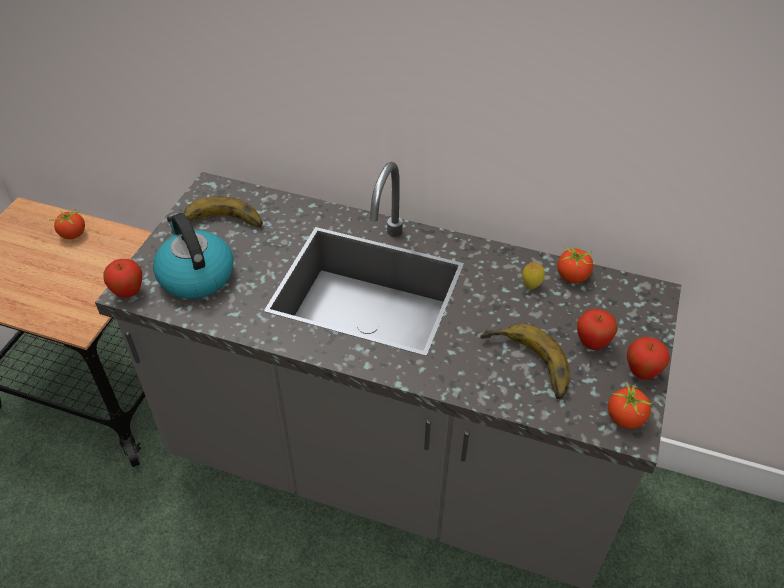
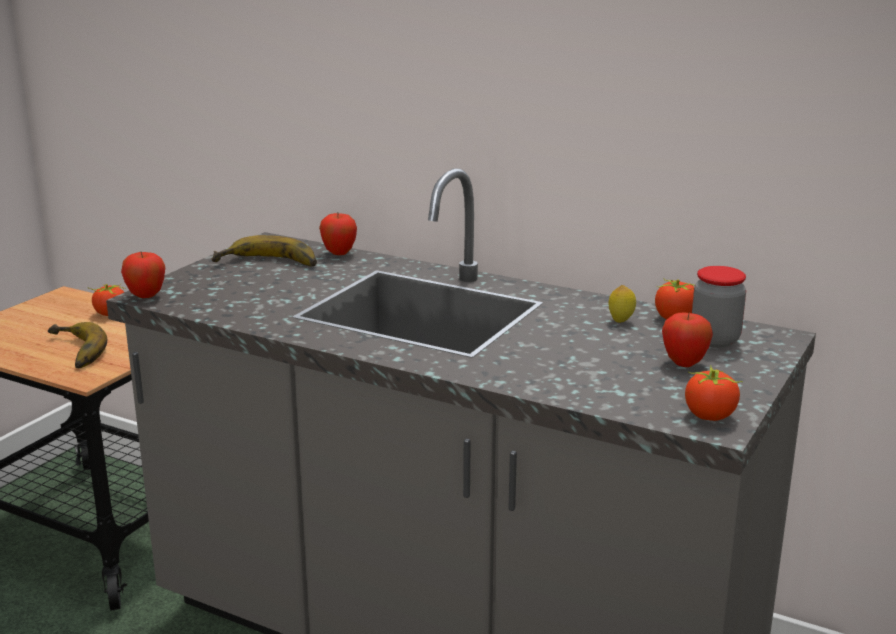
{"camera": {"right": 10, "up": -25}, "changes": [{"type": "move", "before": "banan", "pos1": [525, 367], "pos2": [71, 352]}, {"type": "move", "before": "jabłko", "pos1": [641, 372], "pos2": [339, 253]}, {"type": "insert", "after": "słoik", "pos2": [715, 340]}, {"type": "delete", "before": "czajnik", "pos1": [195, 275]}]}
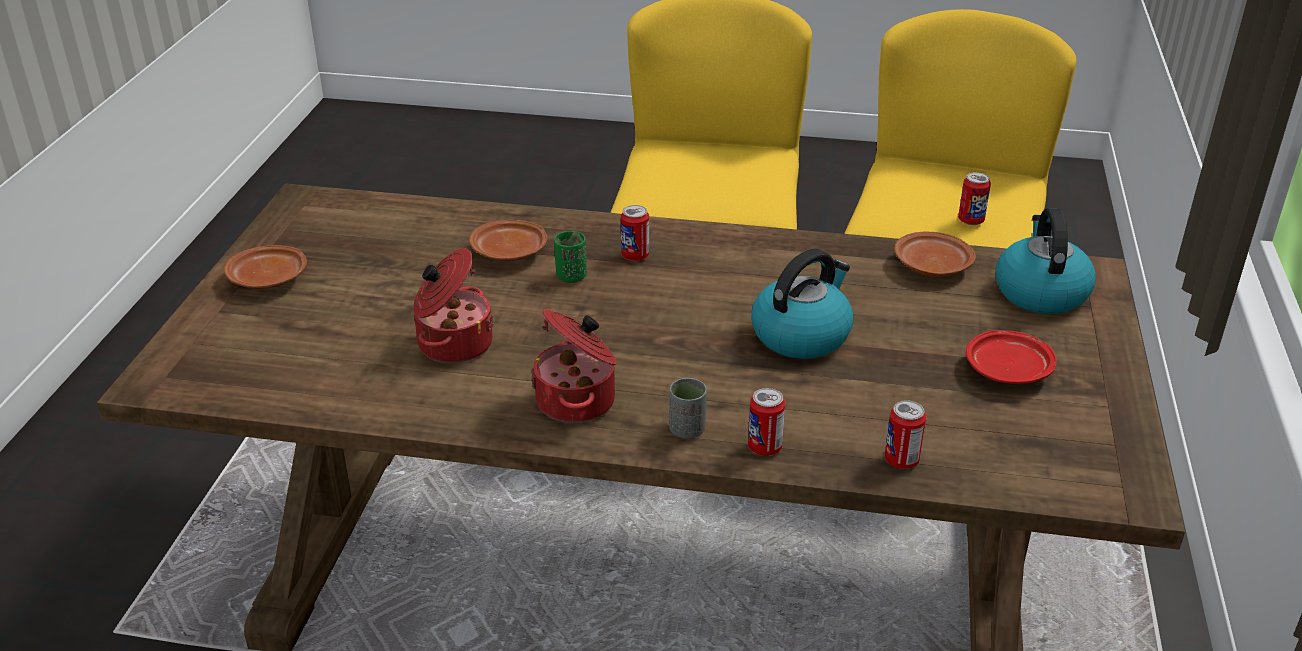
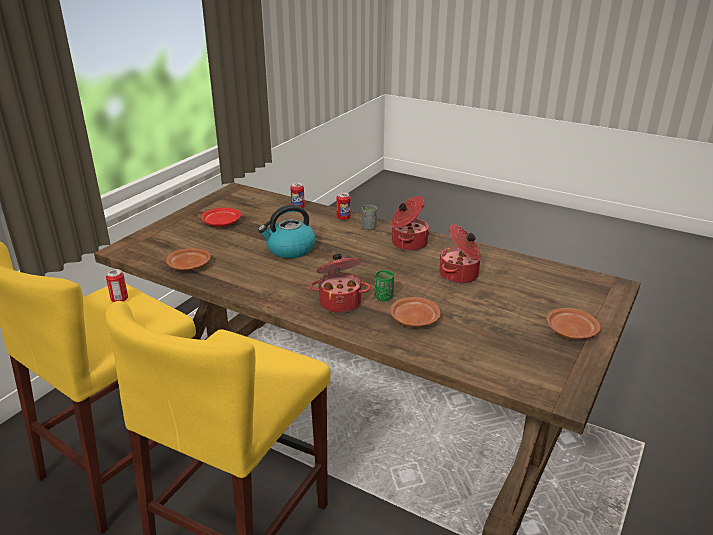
{"camera": {"right": -160, "up": -5}, "changes": [{"type": "replace", "before": "puszka", "after": "garnek", "pos1": [635, 256], "pos2": [340, 302]}, {"type": "delete", "before": "czajnik", "pos1": [1040, 292]}]}
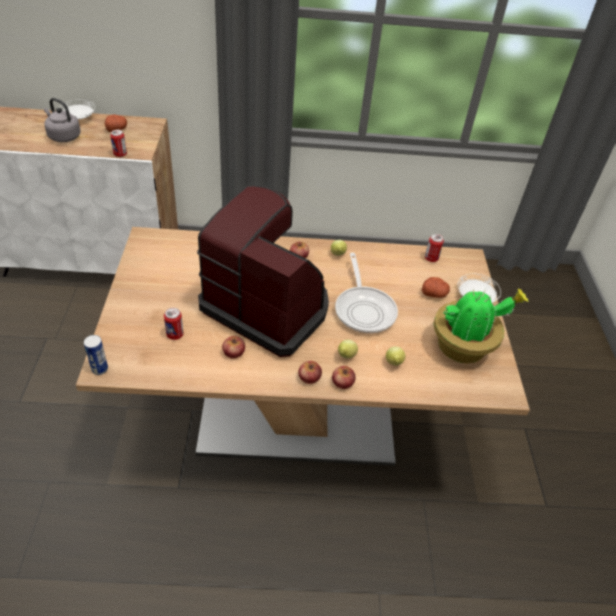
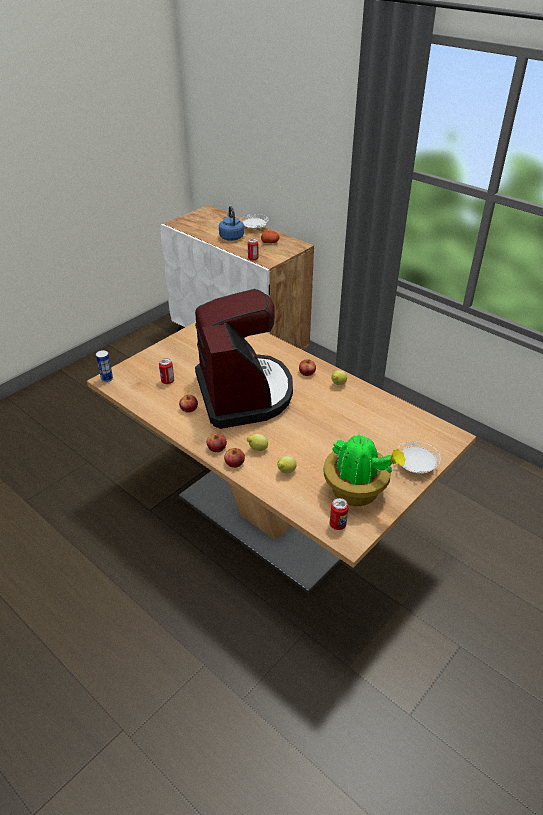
{"camera": {"right": 45, "up": -5}, "changes": [{"type": "recolor", "before": "czajnik/szary", "after": "czajnik/niebieski", "pos1": [63, 136], "pos2": [231, 237]}, {"type": "move", "before": "puszka", "pos1": [431, 258], "pos2": [337, 524]}, {"type": "delete", "before": "patelnia", "pos1": [364, 309]}, {"type": "delete", "before": "ziemniak", "pos1": [434, 294]}]}
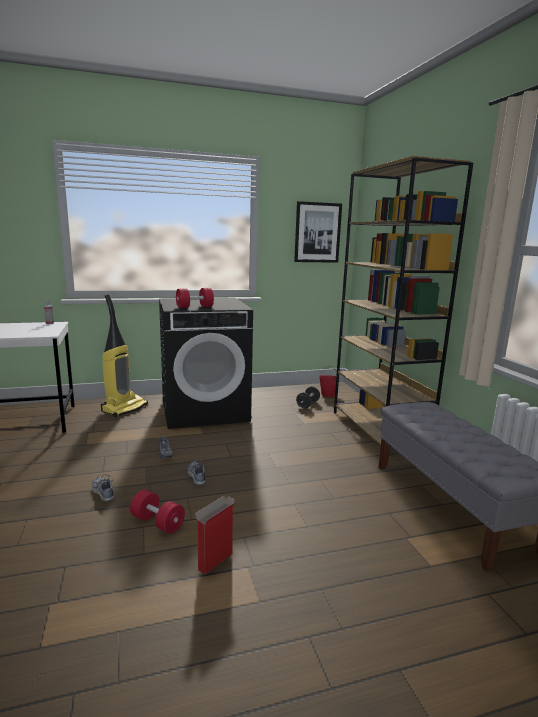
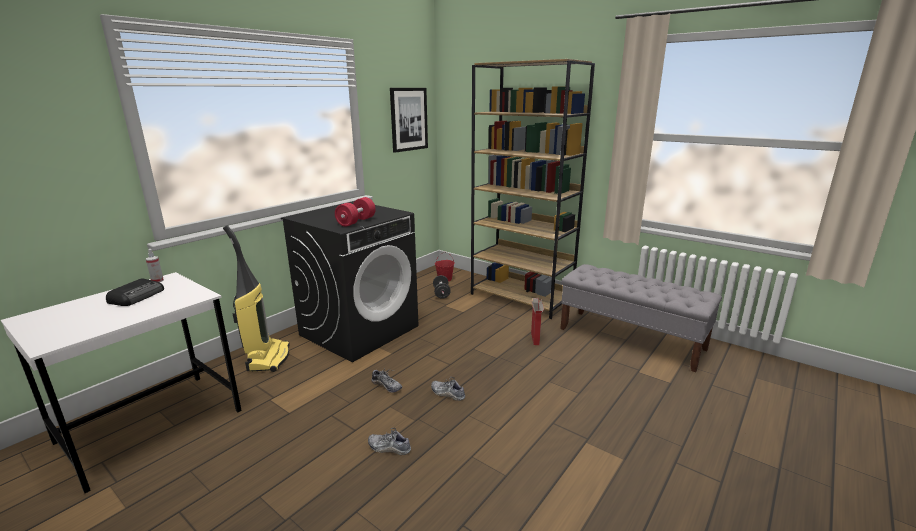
{"camera": {"right": -35, "up": 5}, "changes": [{"type": "insert", "after": "radio", "pos2": [138, 296]}, {"type": "move", "before": "karton", "pos1": [215, 562], "pos2": [535, 339]}, {"type": "delete", "before": "hantel/czerwony", "pos1": [157, 522]}]}
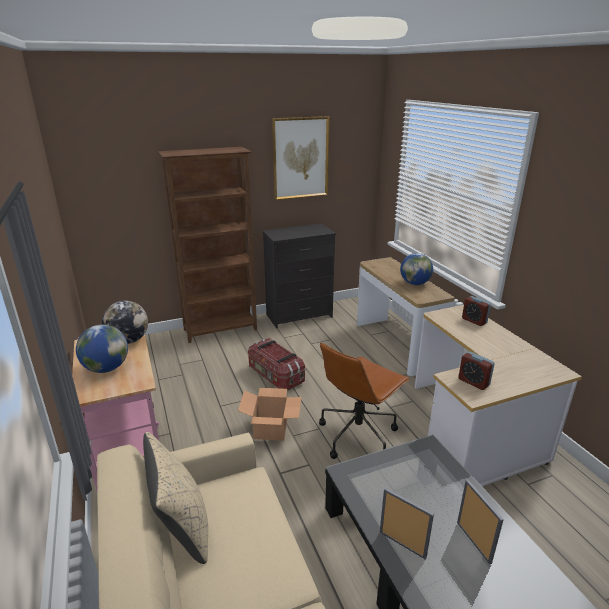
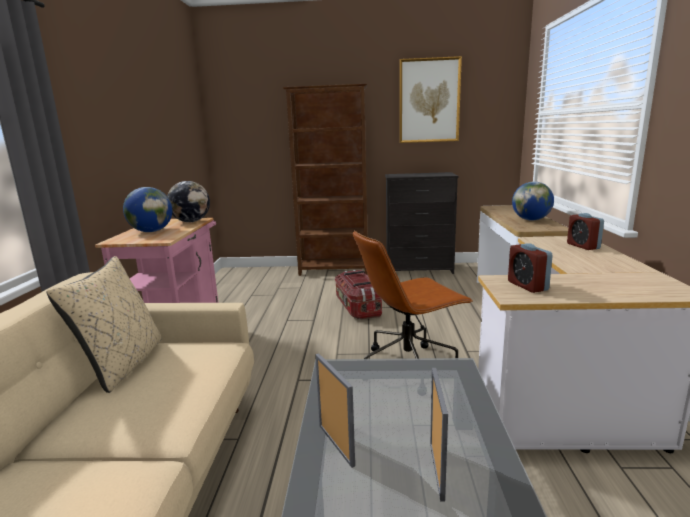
{"camera": {"right": 25, "up": -10}, "changes": [{"type": "delete", "before": "karton", "pos1": [270, 428]}]}
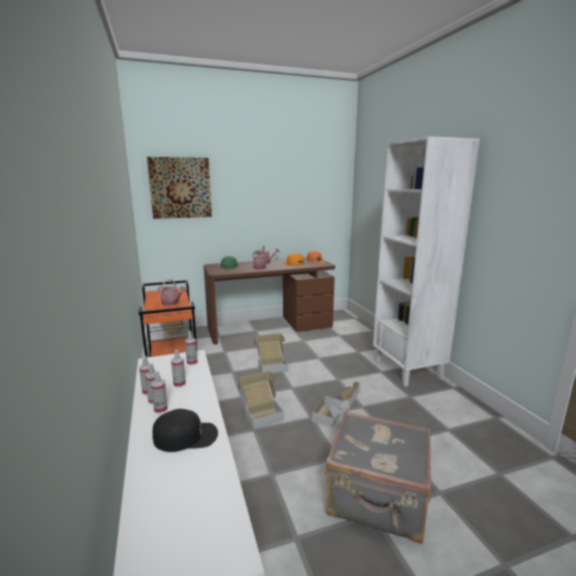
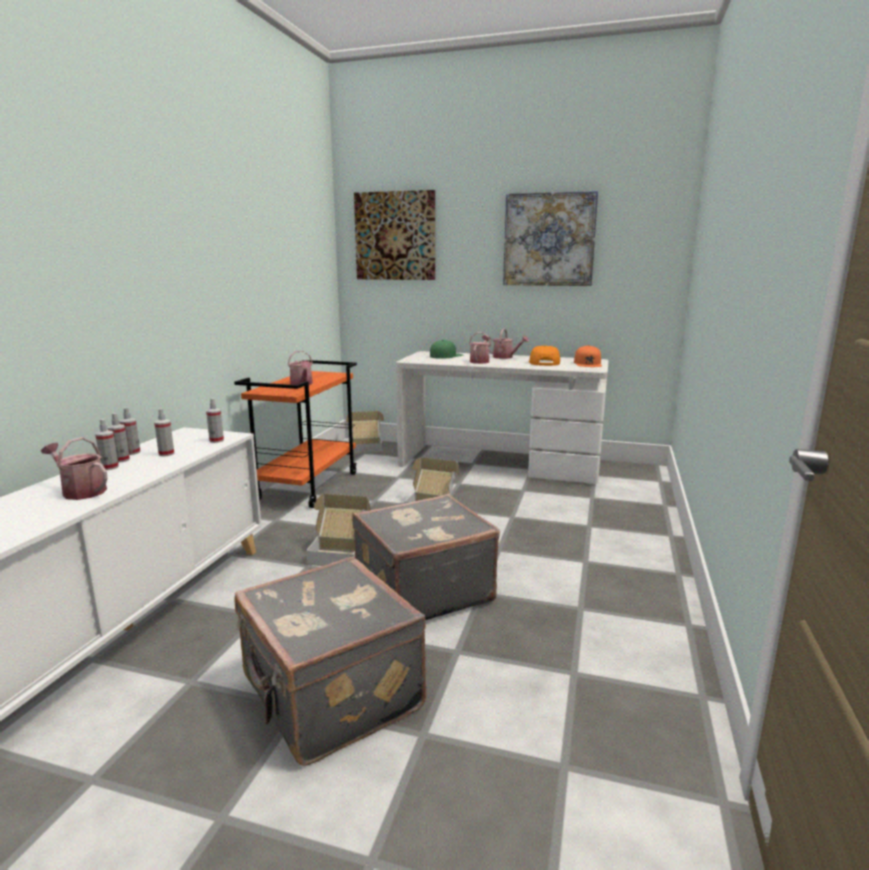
{"camera": {"right": 35, "up": 0}, "changes": [{"type": "replace", "before": "czapka z daszkiem/czarny", "after": "konewka", "pos1": [186, 436], "pos2": [80, 491]}, {"type": "replace", "before": "karton", "after": "walizka/szary", "pos1": [336, 418], "pos2": [421, 591]}, {"type": "recolor", "before": "biurko/brązowy", "after": "biurko/biały", "pos1": [269, 327], "pos2": [499, 463]}, {"type": "insert", "after": "obraz", "pos2": [549, 239]}, {"type": "delete", "before": "regał/biały", "pos1": [408, 369]}]}
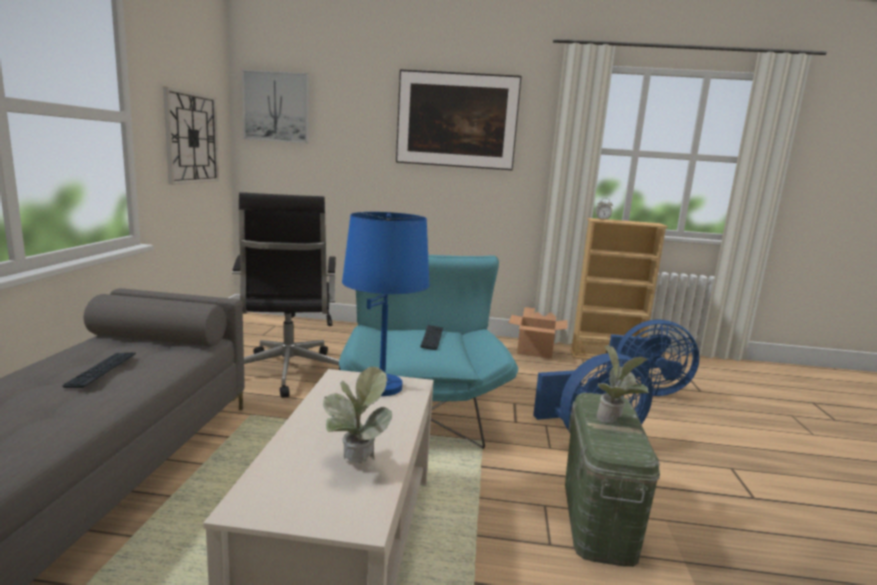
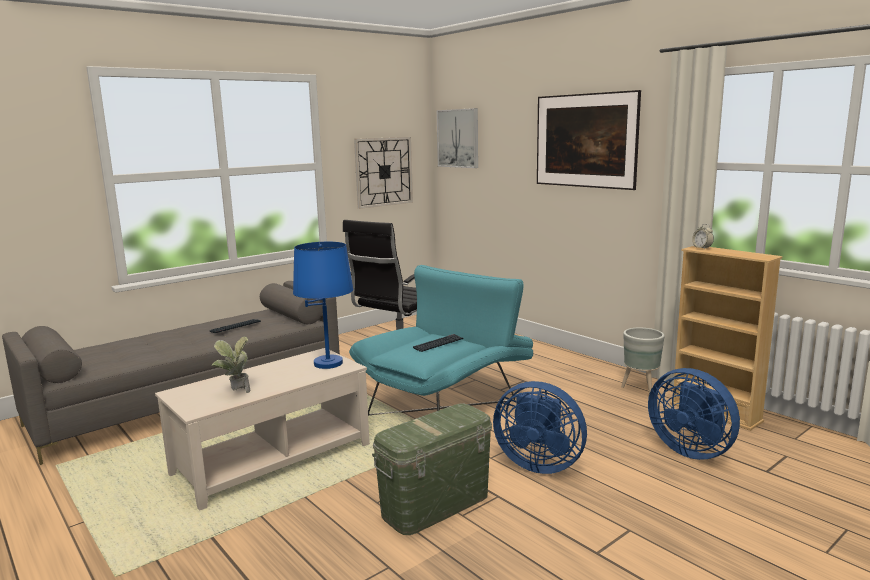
{"camera": {"right": 45, "up": 0}, "changes": [{"type": "replace", "before": "karton", "after": "donica/szary", "pos1": [535, 351], "pos2": [641, 388]}, {"type": "delete", "before": "roślina doniczkowa", "pos1": [614, 421]}]}
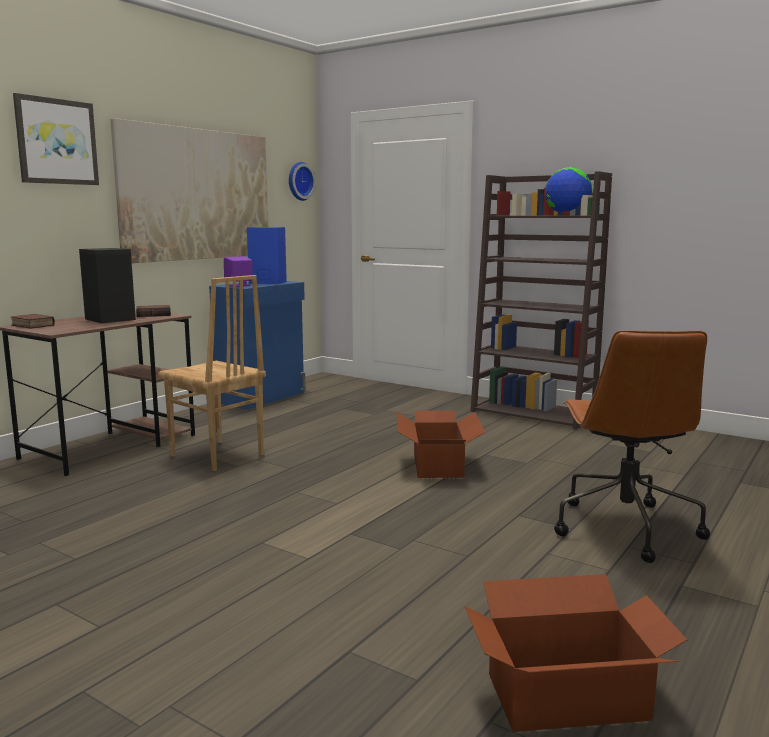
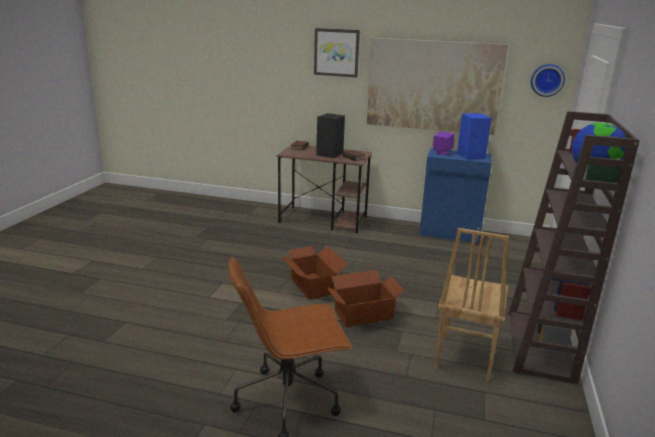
{"camera": {"right": 70, "up": 10}, "changes": [{"type": "move", "before": "karton", "pos1": [569, 697], "pos2": [312, 286]}, {"type": "move", "before": "krzesło/brązowy", "pos1": [216, 456], "pos2": [463, 358]}]}
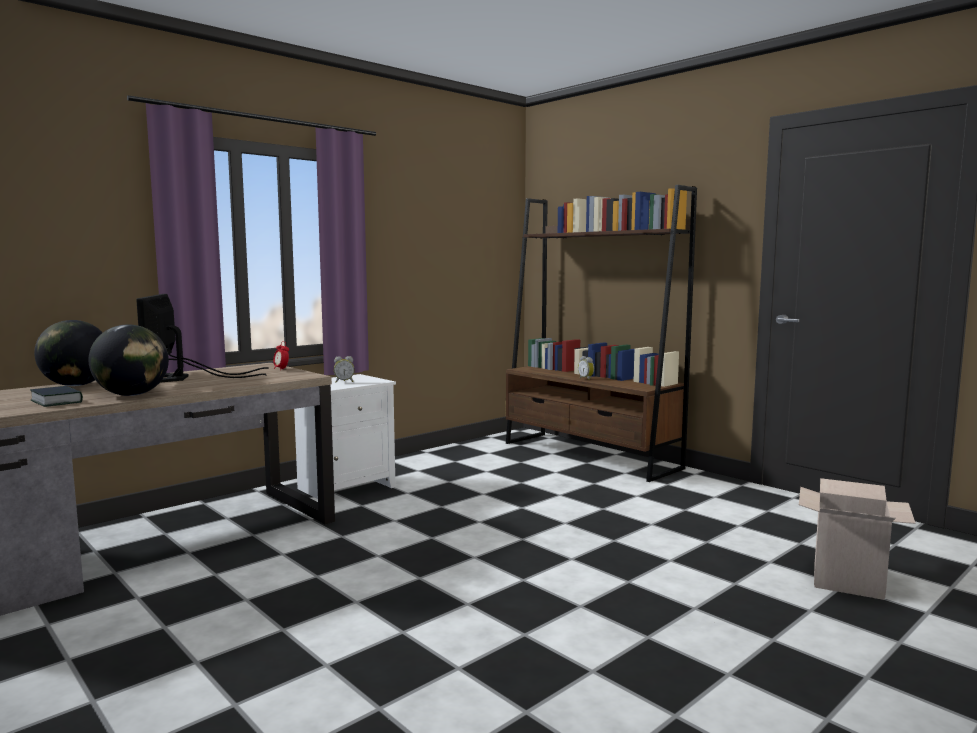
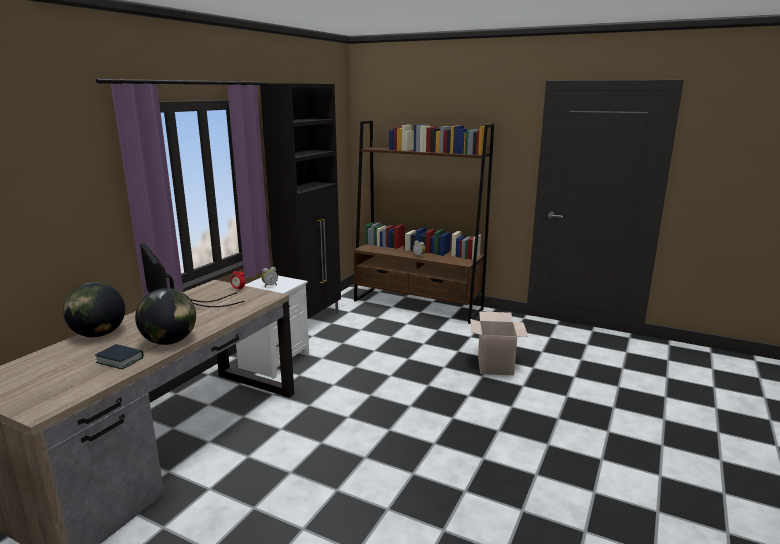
{"camera": {"right": -20, "up": 10}, "changes": [{"type": "insert", "after": "szafka/czarny", "pos2": [311, 321]}, {"type": "move", "before": "karton", "pos1": [847, 580], "pos2": [495, 366]}]}
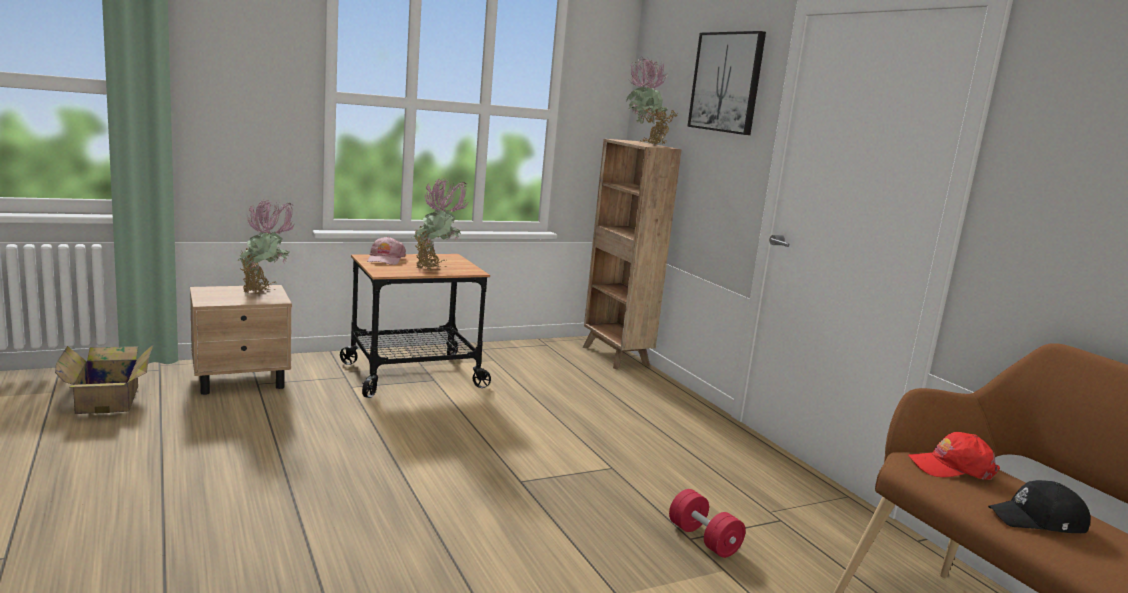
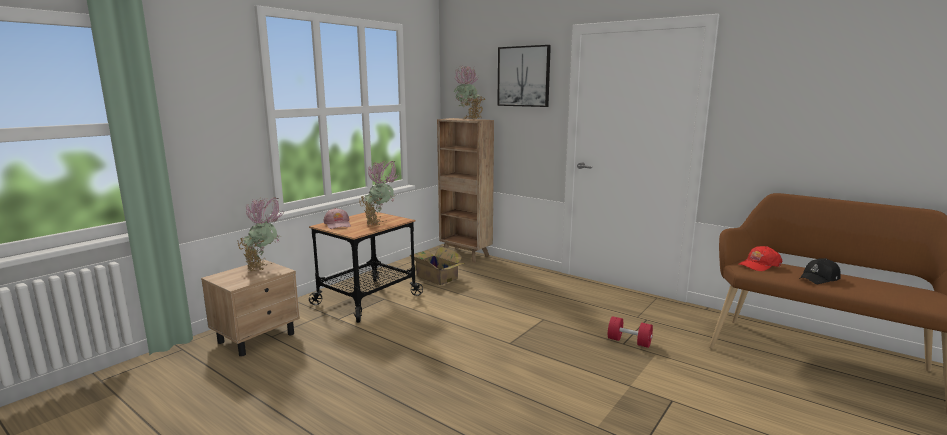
{"camera": {"right": -25, "up": 0}, "changes": [{"type": "move", "before": "karton", "pos1": [109, 398], "pos2": [436, 277]}]}
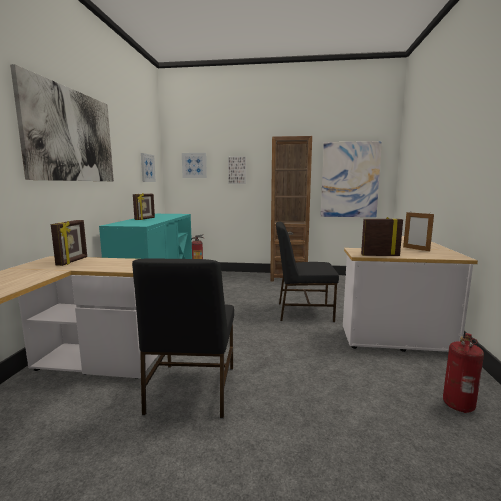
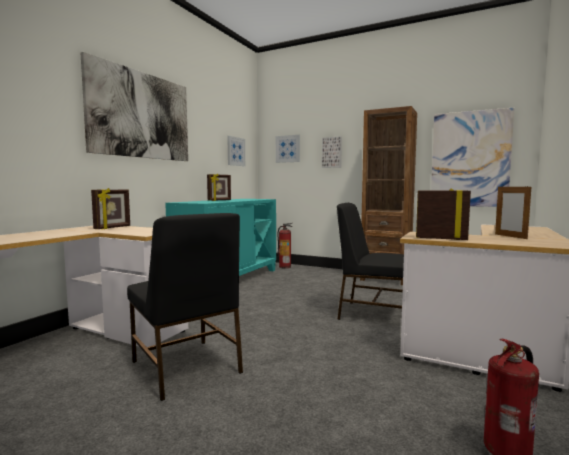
{"camera": {"right": 20, "up": -5}, "changes": [{"type": "rotate", "before": "krzesło/czarny", "pos1": [191, 390], "pos2": [186, 368], "turn": -60}]}
